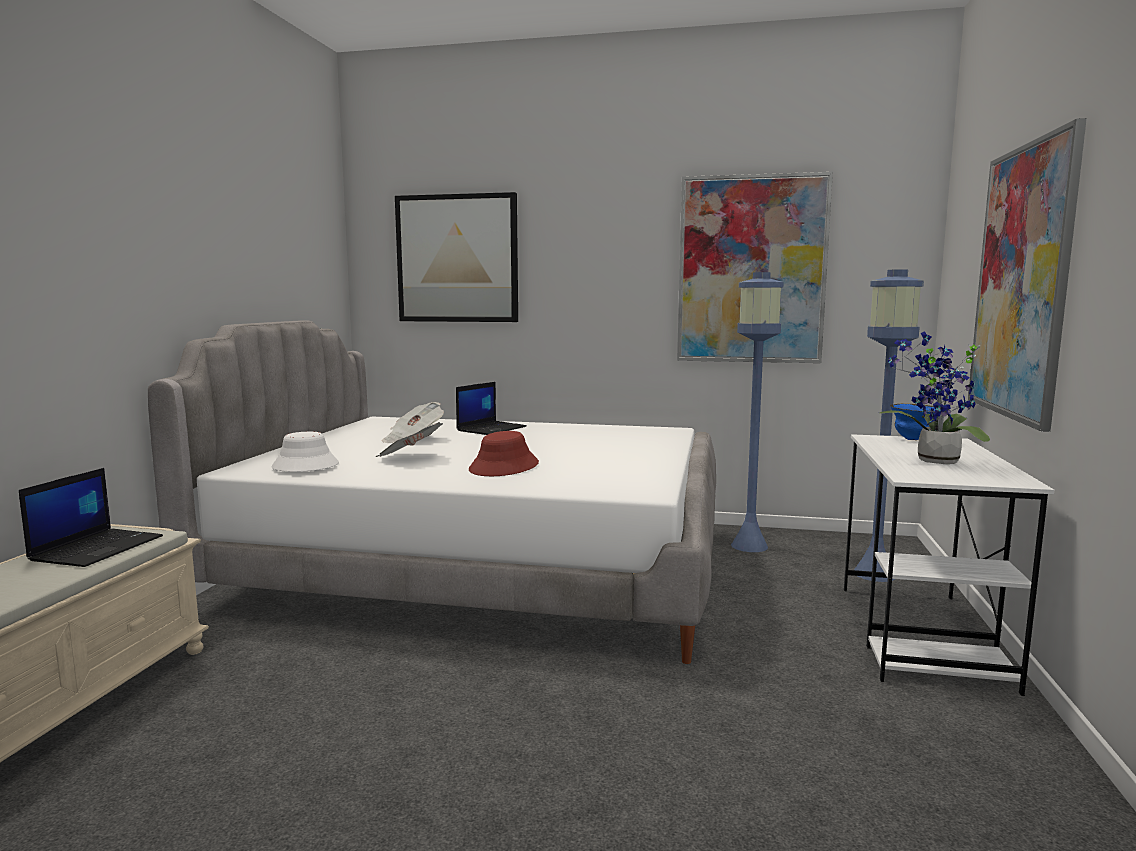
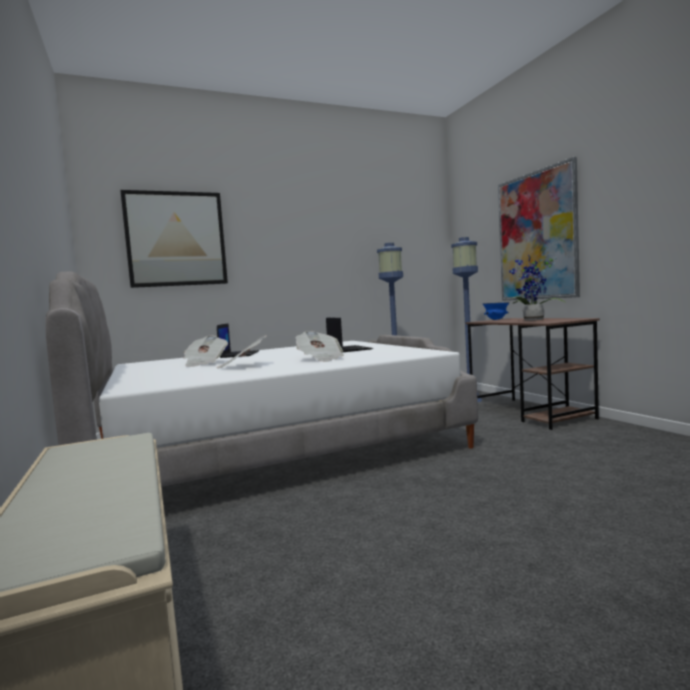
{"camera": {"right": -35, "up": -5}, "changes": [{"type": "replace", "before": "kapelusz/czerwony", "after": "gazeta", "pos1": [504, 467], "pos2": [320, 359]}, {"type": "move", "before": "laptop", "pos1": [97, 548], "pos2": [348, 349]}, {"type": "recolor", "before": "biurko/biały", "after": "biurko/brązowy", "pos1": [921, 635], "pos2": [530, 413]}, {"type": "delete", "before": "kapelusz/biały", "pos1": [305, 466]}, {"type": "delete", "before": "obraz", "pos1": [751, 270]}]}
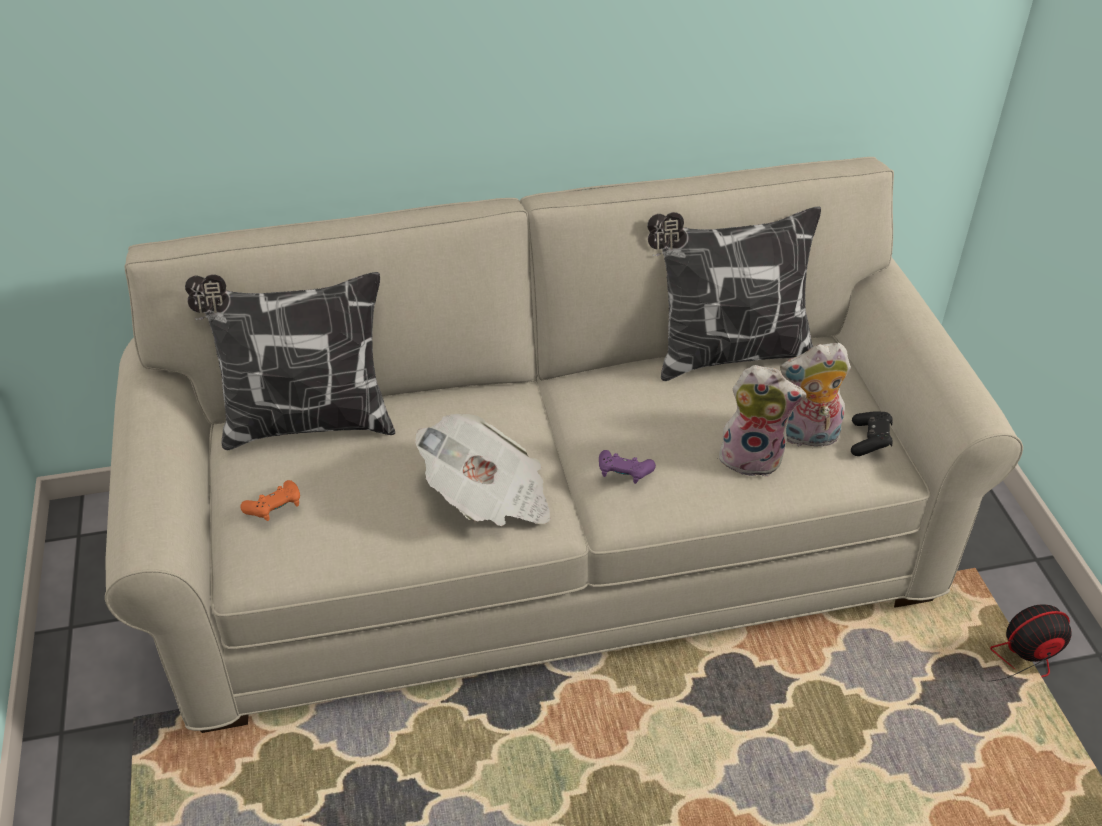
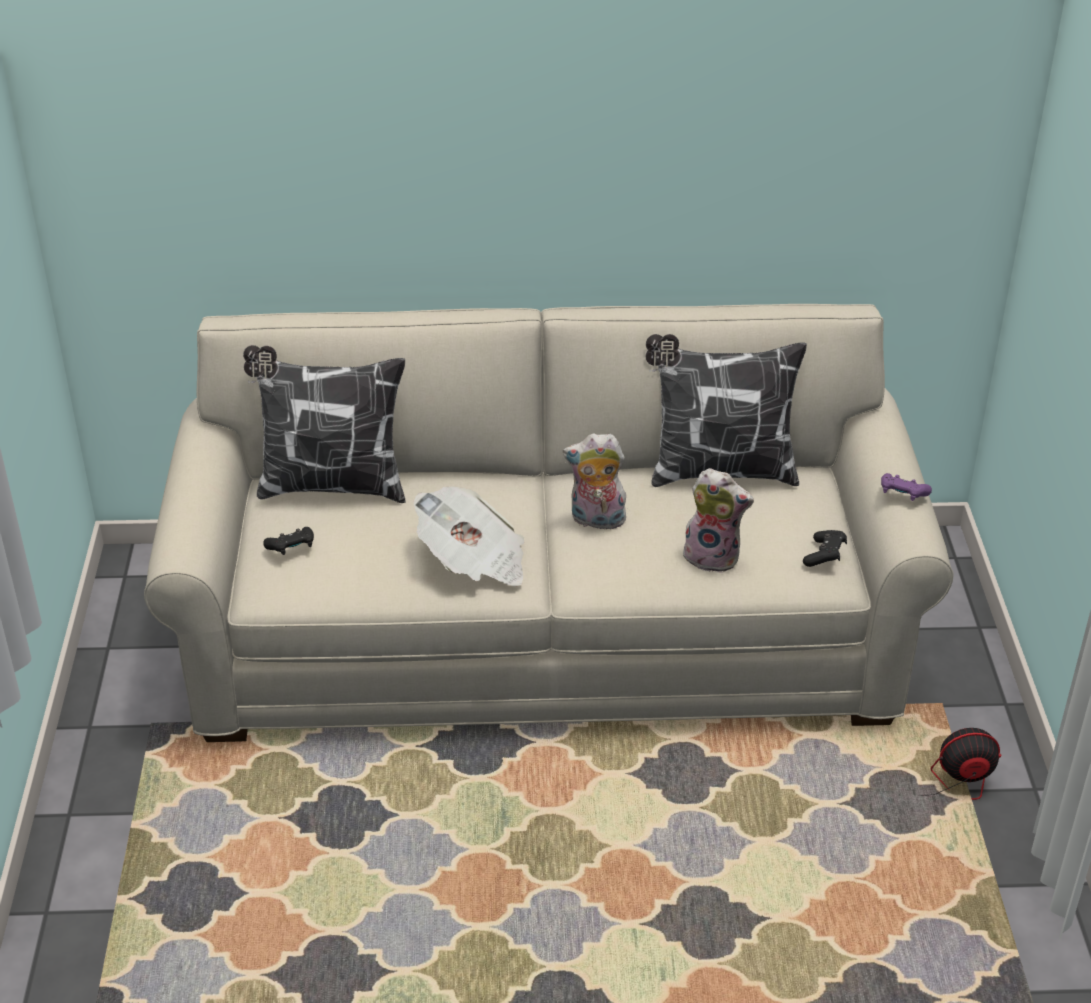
{"camera": {"right": 10, "up": -5}, "changes": [{"type": "recolor", "before": "pad do gier/pomarańczowy", "after": "pad do gier/czarny", "pos1": [275, 509], "pos2": [292, 549]}, {"type": "move", "before": "pluszak", "pos1": [807, 437], "pos2": [596, 521]}, {"type": "move", "before": "pad do gier/fioletowy", "pos1": [623, 474], "pos2": [902, 495]}]}
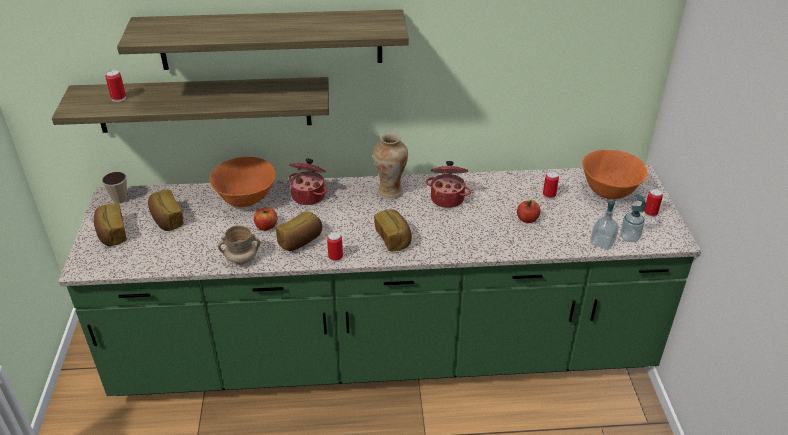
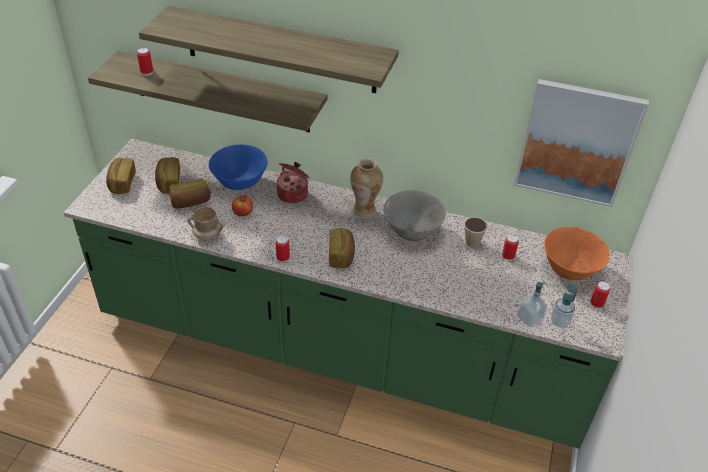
{"camera": {"right": 20, "up": 5}, "changes": [{"type": "move", "before": "chleb", "pos1": [301, 241], "pos2": [190, 202]}, {"type": "recolor", "before": "miska/pomarańczowy", "after": "miska/niebieski", "pos1": [246, 200], "pos2": [240, 183]}, {"type": "replace", "before": "garnek", "after": "miska/szary", "pos1": [447, 198], "pos2": [412, 231]}, {"type": "move", "before": "filiżanka", "pos1": [120, 199], "pos2": [472, 243]}, {"type": "insert", "after": "obraz", "pos2": [577, 143]}, {"type": "delete", "before": "jabłko", "pos1": [527, 219]}]}
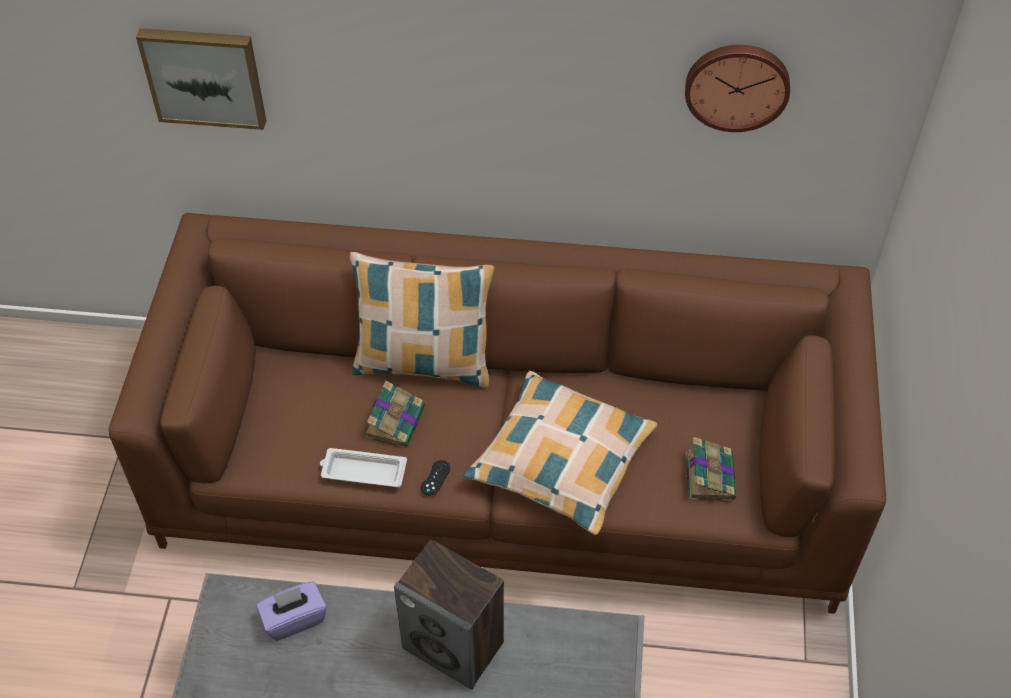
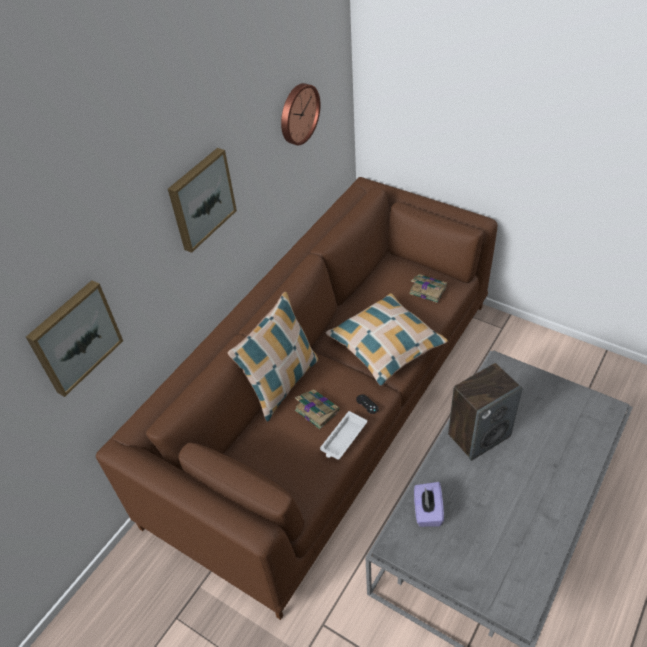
{"camera": {"right": -60, "up": -5}, "changes": [{"type": "insert", "after": "obraz", "pos2": [200, 199]}]}
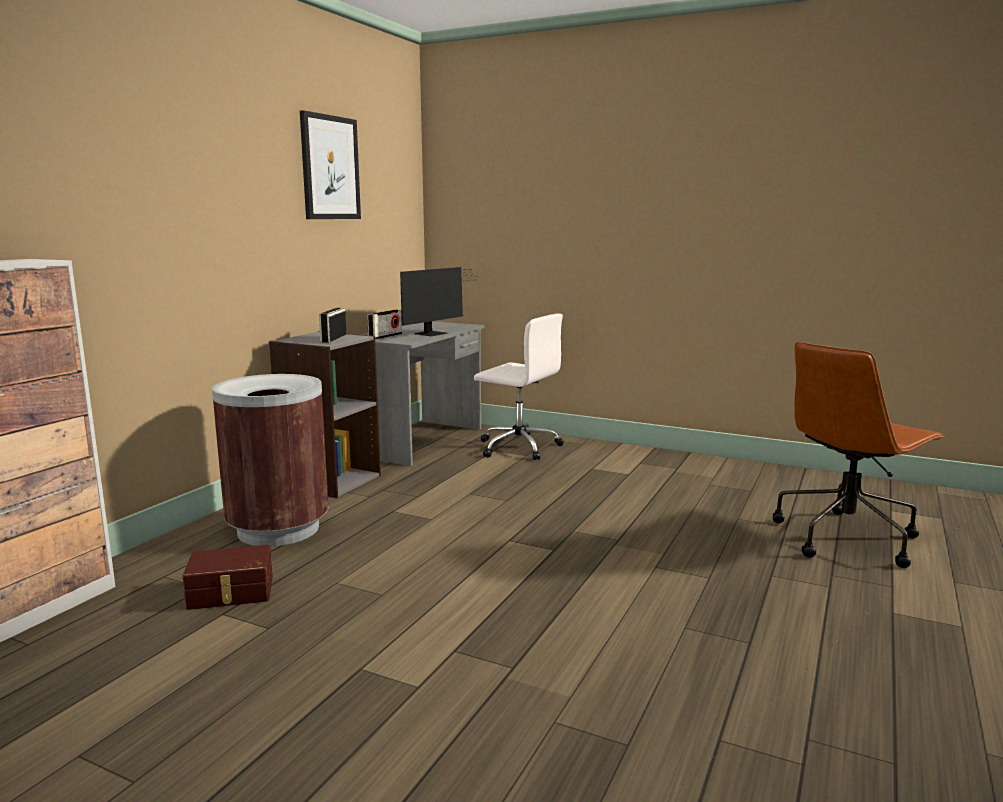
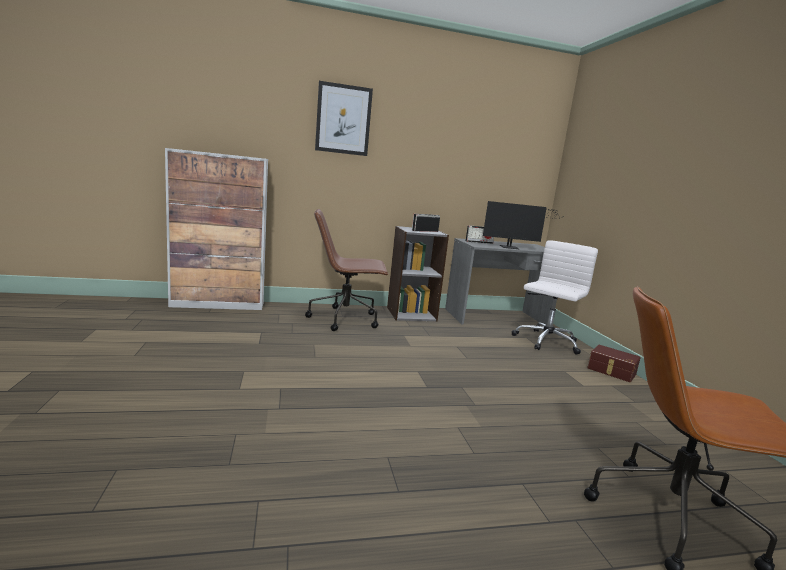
{"camera": {"right": 50, "up": 0}, "changes": [{"type": "replace", "before": "kosz na śmieci/brązowy", "after": "krzesło biurowe/brązowy", "pos1": [278, 529], "pos2": [345, 319]}, {"type": "move", "before": "obraz", "pos1": [330, 168], "pos2": [343, 119]}, {"type": "rotate", "before": "krzesło biurowe/biały", "pos1": [517, 447], "pos2": [546, 342], "turn": -135}, {"type": "move", "before": "pojemnik do przechowywania/brązowy", "pos1": [231, 593], "pos2": [611, 371]}]}
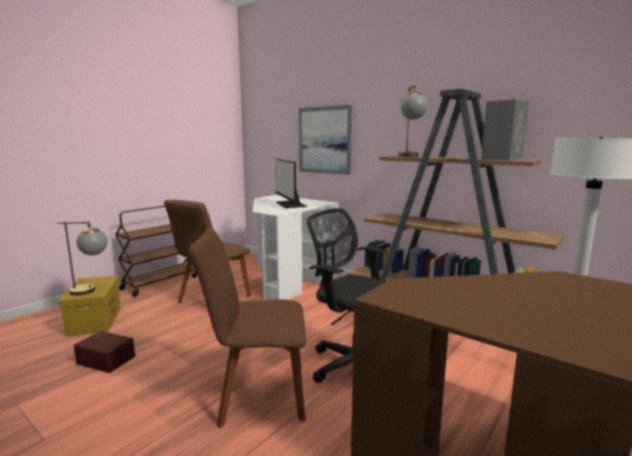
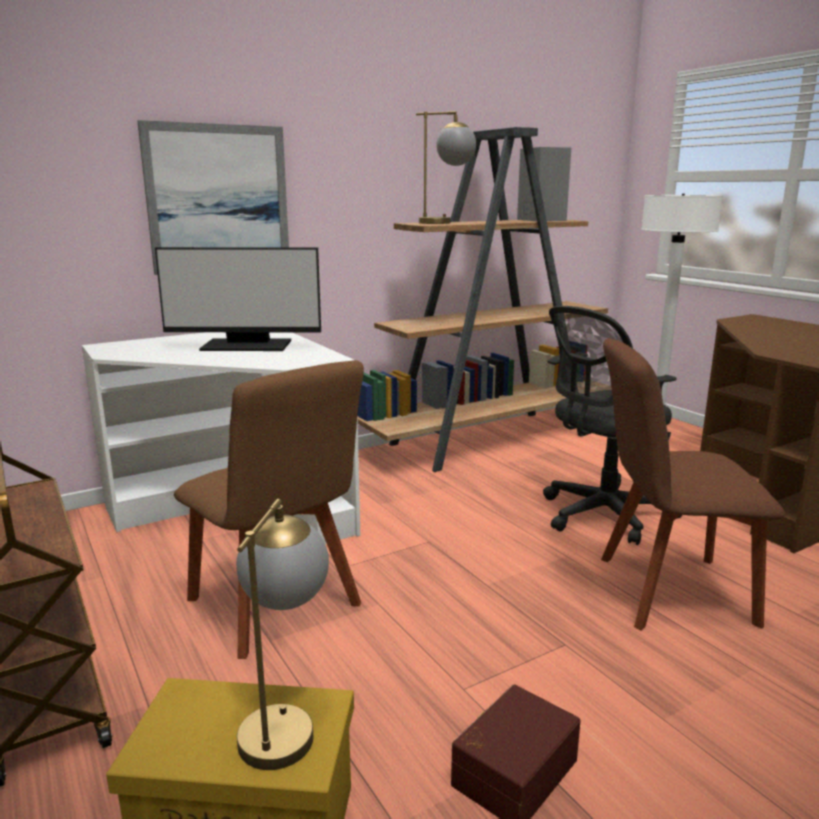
{"camera": {"right": -70, "up": 5}, "changes": [{"type": "rotate", "before": "krzesło/brązowy", "pos1": [257, 395], "pos2": [666, 591], "turn": 75}]}
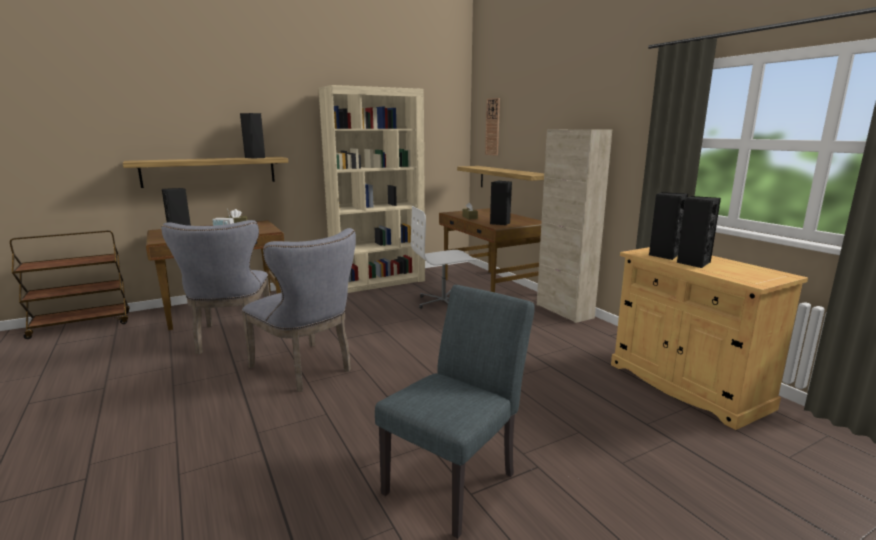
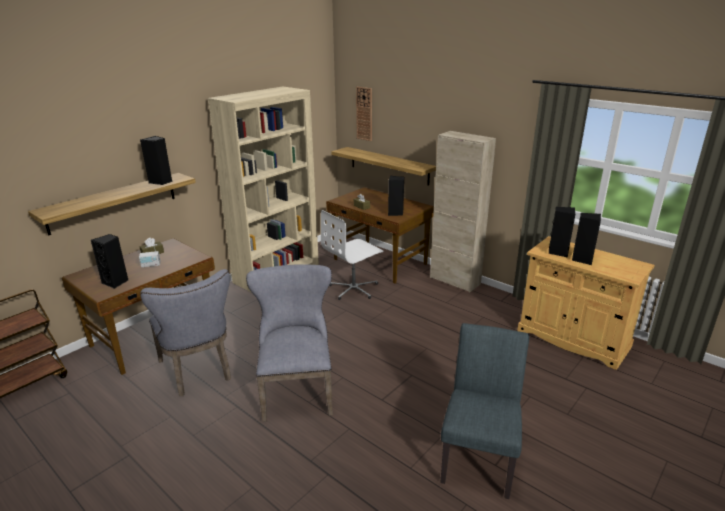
{"camera": {"right": -20, "up": 10}, "changes": [{"type": "rotate", "before": "krzesło/szary", "pos1": [307, 369], "pos2": [297, 389], "turn": -120}]}
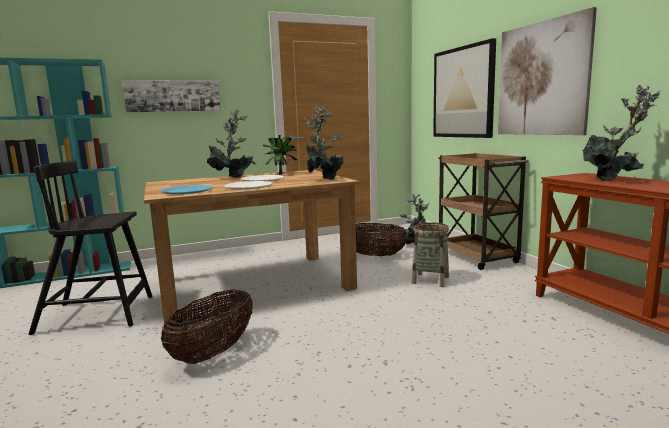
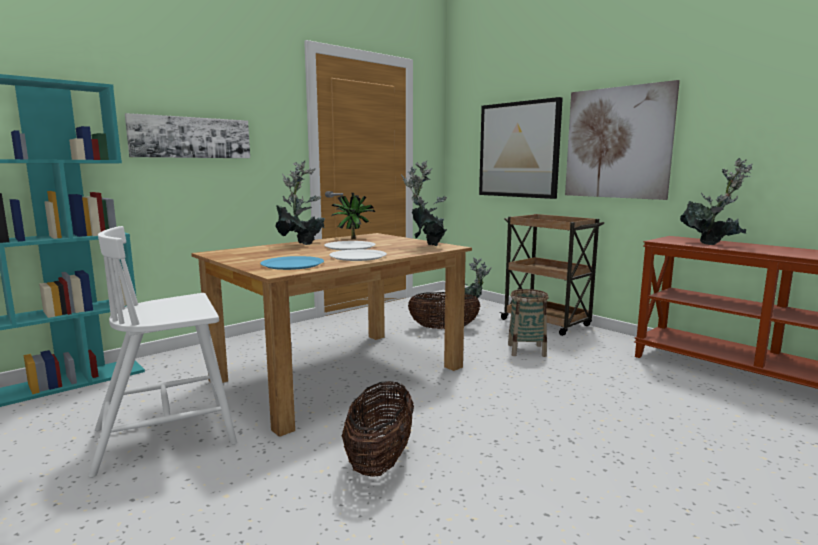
{"camera": {"right": -20, "up": 0}, "changes": [{"type": "recolor", "before": "krzesło/czarny", "after": "krzesło/biały", "pos1": [98, 314], "pos2": [168, 435]}]}
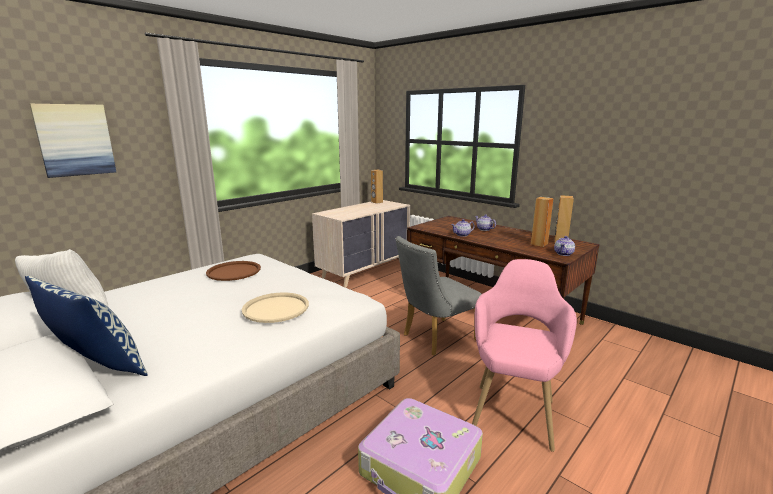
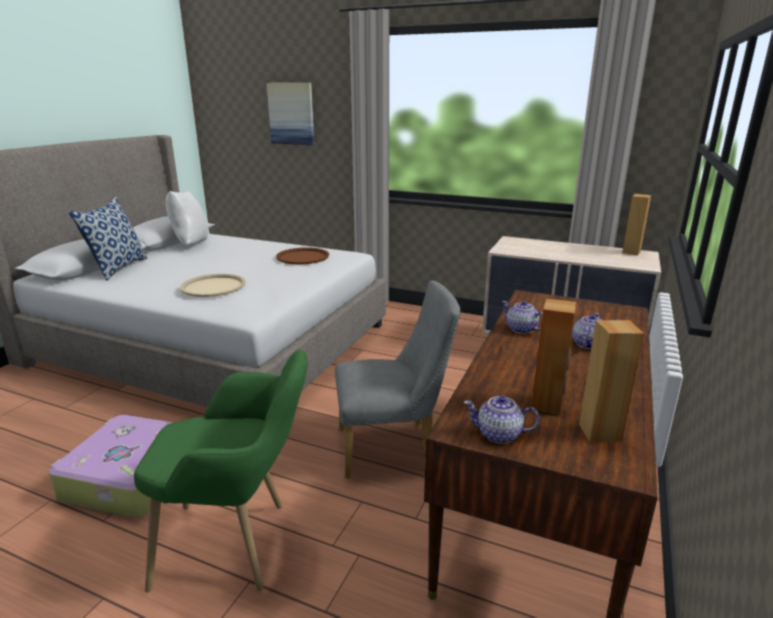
{"camera": {"right": 70, "up": 5}, "changes": [{"type": "recolor", "before": "fotel/różowy", "after": "fotel/zielony", "pos1": [513, 407], "pos2": [240, 545]}, {"type": "rotate", "before": "krzesło/szary", "pos1": [435, 338], "pos2": [393, 447], "turn": 135}]}
